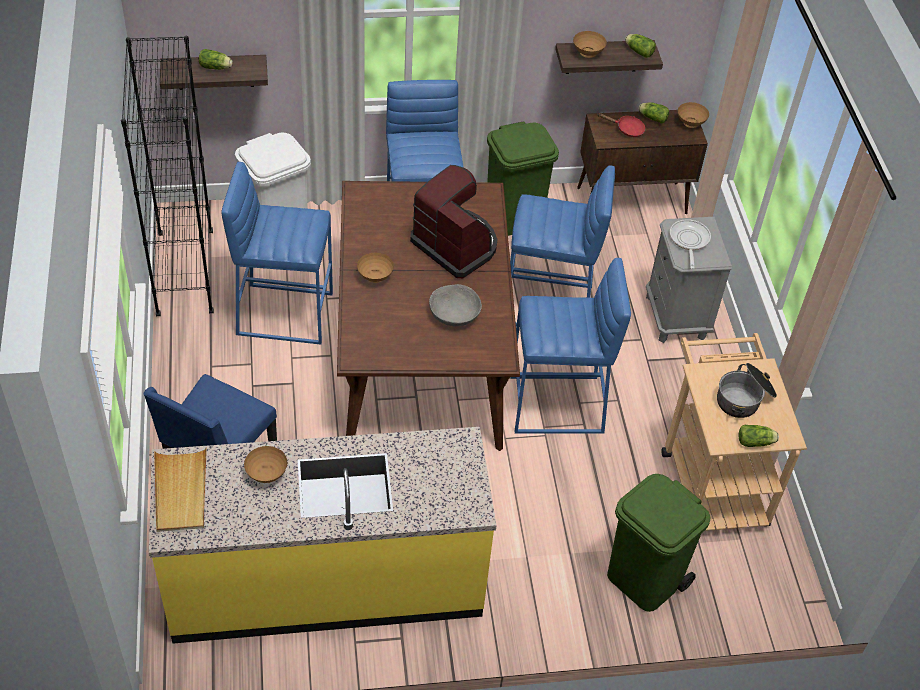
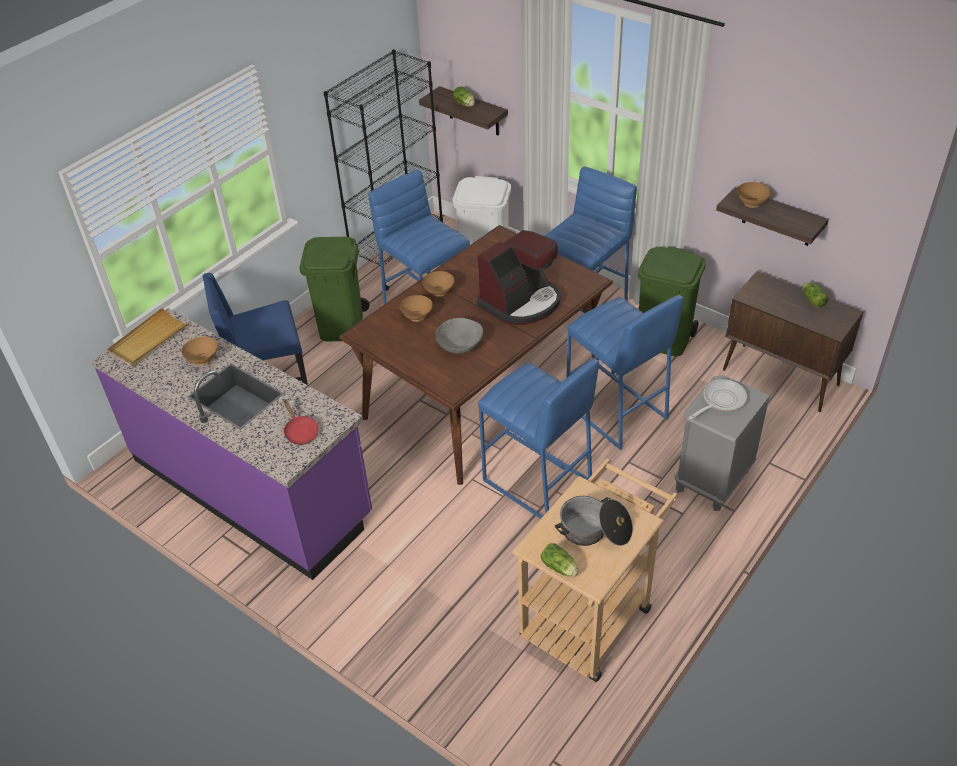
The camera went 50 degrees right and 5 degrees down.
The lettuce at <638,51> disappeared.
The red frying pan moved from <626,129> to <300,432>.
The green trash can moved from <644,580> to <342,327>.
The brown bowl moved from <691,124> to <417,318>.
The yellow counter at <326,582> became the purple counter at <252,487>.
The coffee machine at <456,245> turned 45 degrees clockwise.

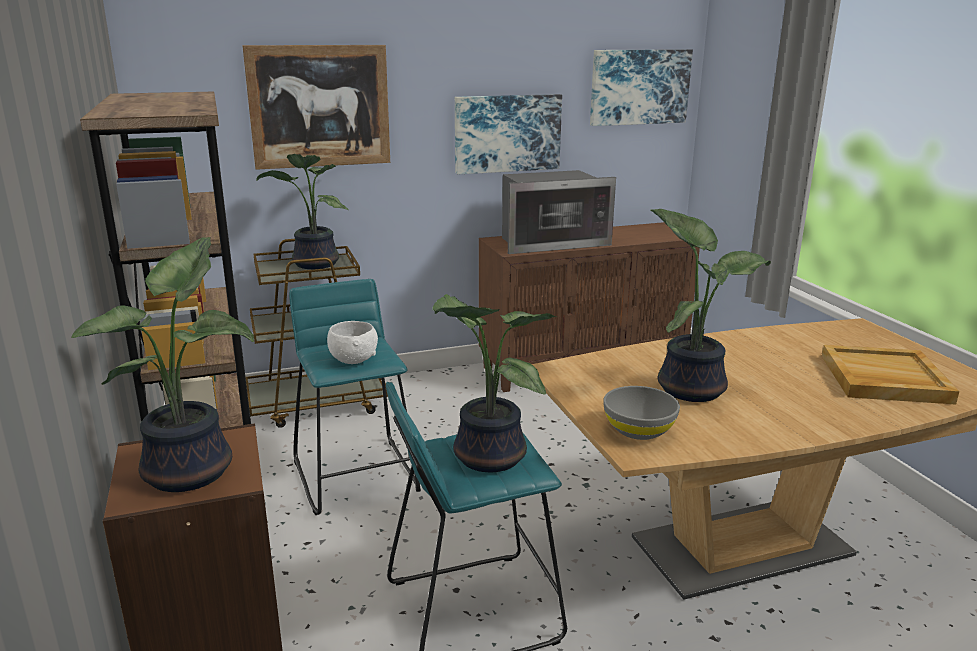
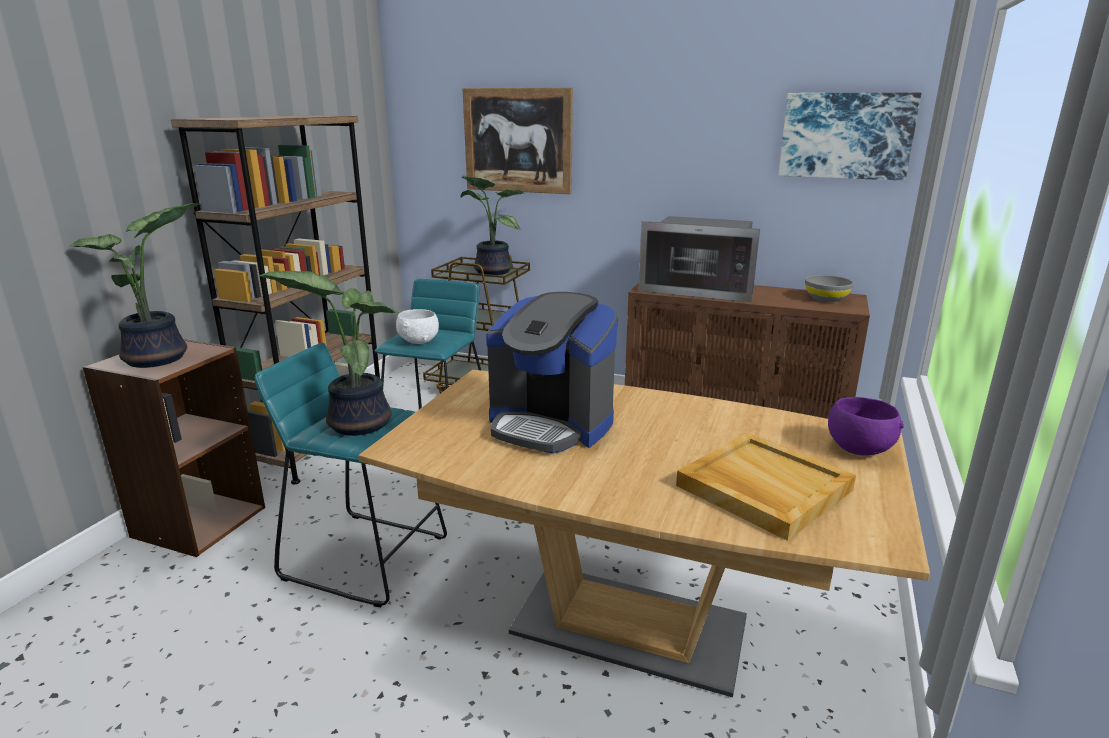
The camera went 40 degrees right and 0 degrees up.
The picture at <507,133> disappeared.
The purple bowl at <858,449> appeared.
The grey bowl moved from <638,430> to <826,299>.
The potted plant at <691,387> was replaced by the coffee machine at <551,425>.

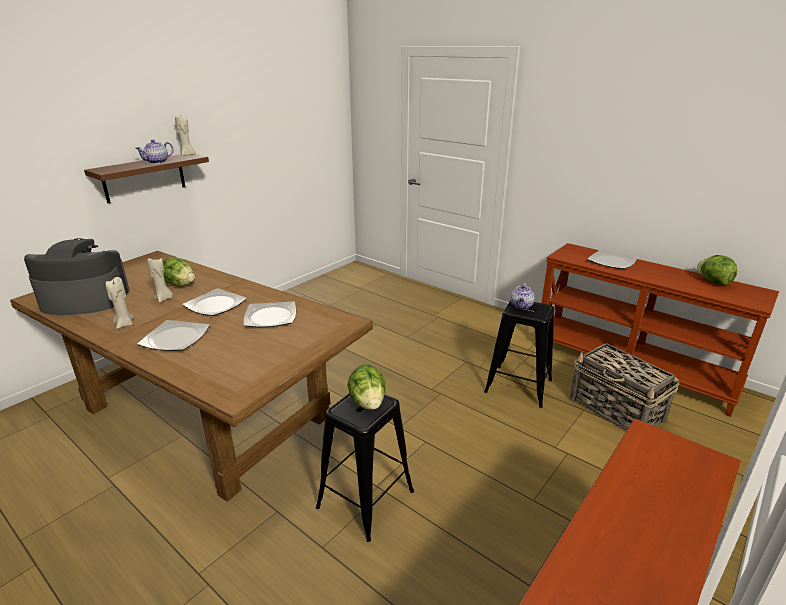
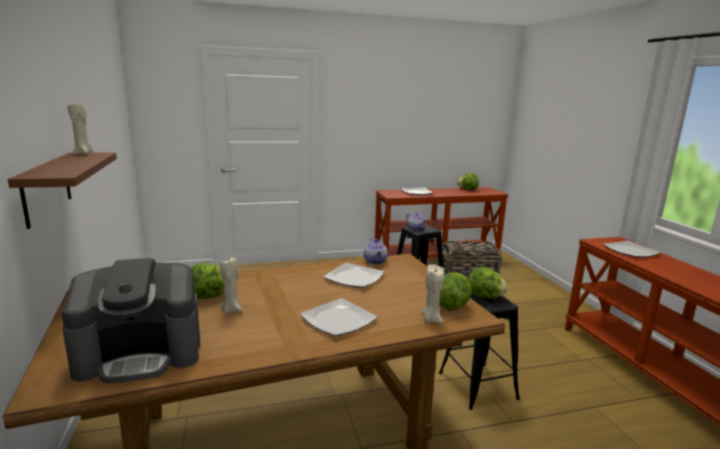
The camera went 55 degrees left and 10 degrees down.
The lettuce at <451,306> appeared.
The beige candle moved from <124,324> to <430,320>.
The teapot moved from <157,162> to <375,261>.
The plate moved from <216,305> to <630,251>.
The coffee machine at <85,300> turned 135 degrees counterclockwise.

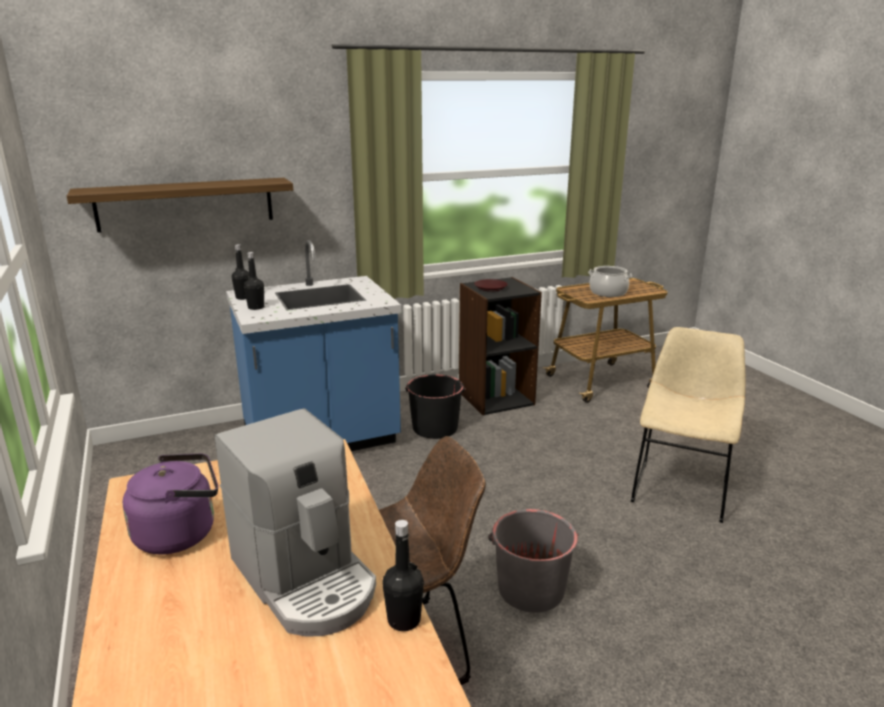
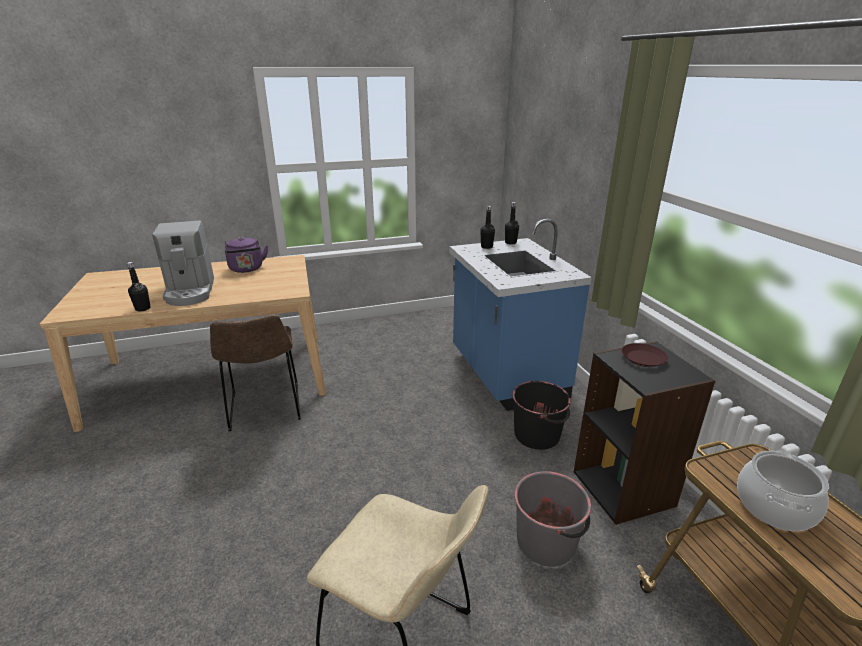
The camera went 95 degrees right and 5 degrees up.
The shelf at <186,204> disappeared.
The grey bucket moved from <530,589> to <547,542>.
The coffee machine at <305,579> turned 75 degrees counterclockwise.

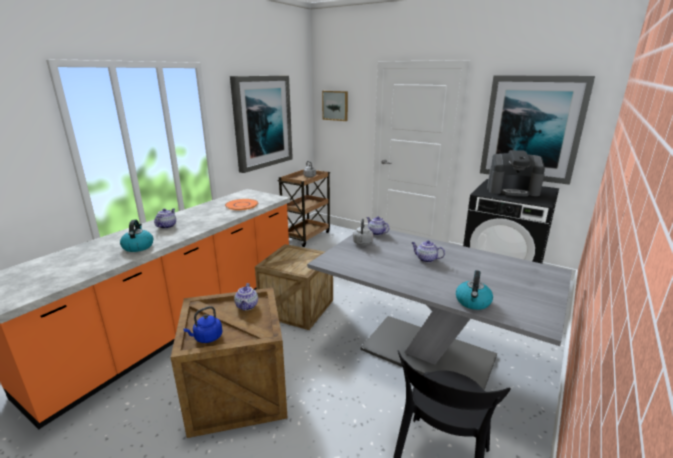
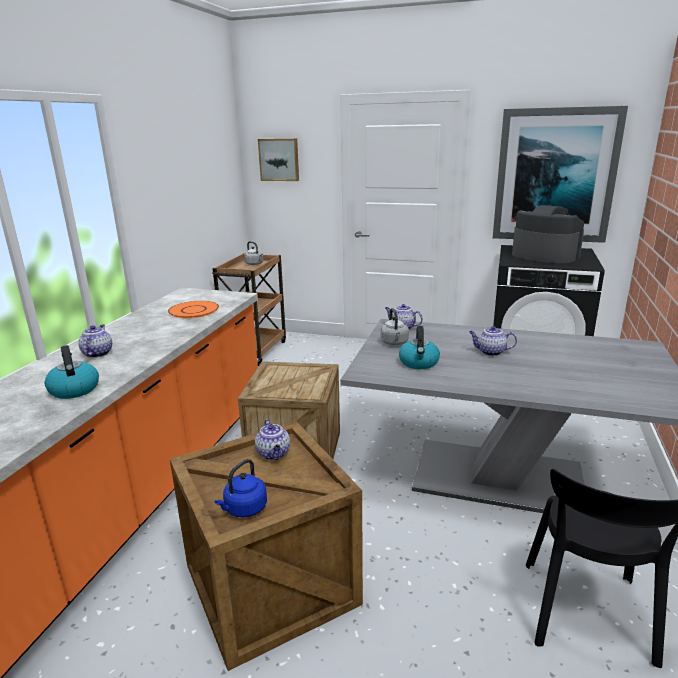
The camera went 15 degrees left and 0 degrees up.
The picture at <262,122> disappeared.
The kettle moved from <473,302> to <419,363>.
The coffee machine at <512,190> turned 135 degrees counterclockwise.

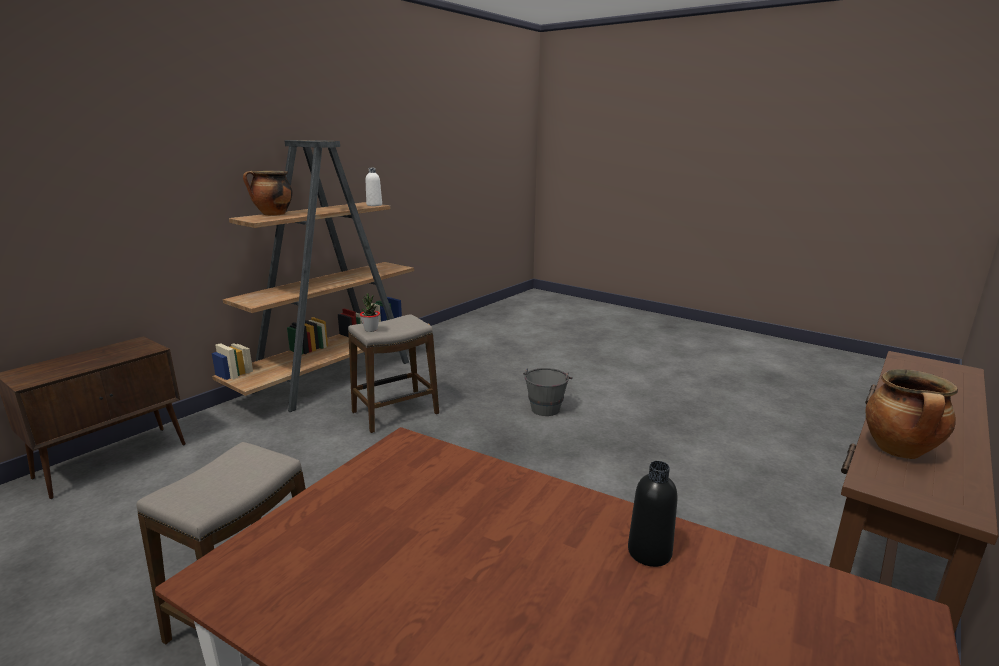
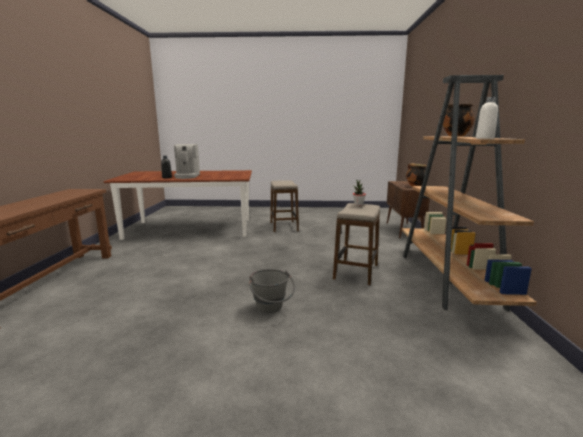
The camera went 145 degrees right and 5 degrees down.
The coffee machine at <187,176> appeared.
The cooking pot moved from <900,451> to <415,186>.

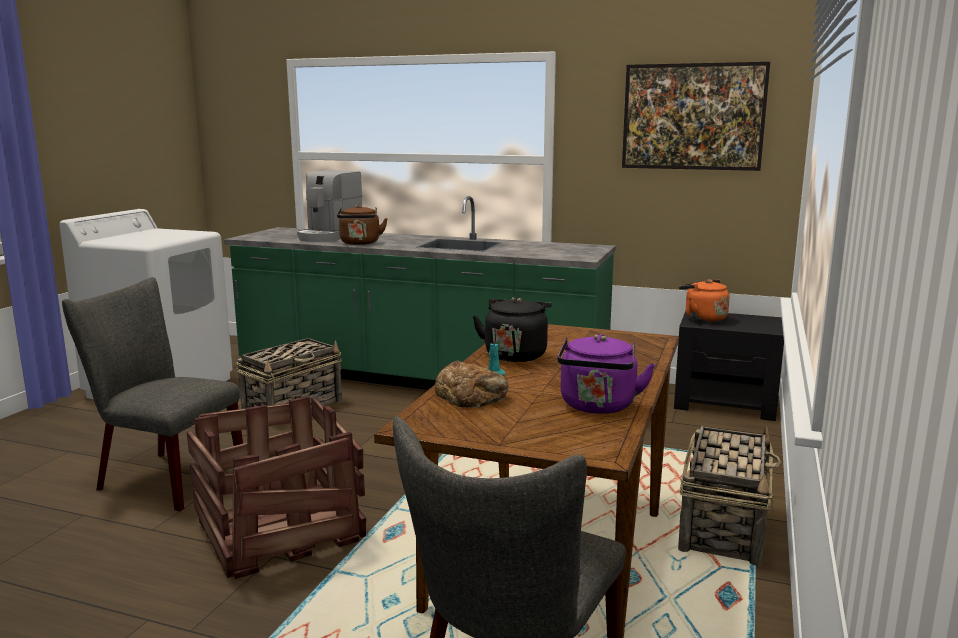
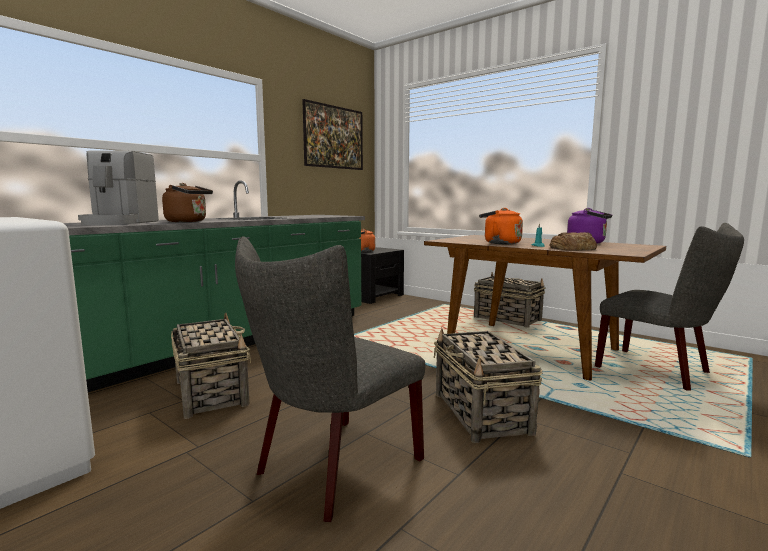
The camera went 70 degrees left and 5 degrees down.
The crate at <277,531> was replaced by the basket at <481,414>.
The black kettle at <515,354> became the orange kettle at <499,243>.
The coffee machine at <329,236> turned 45 degrees clockwise.

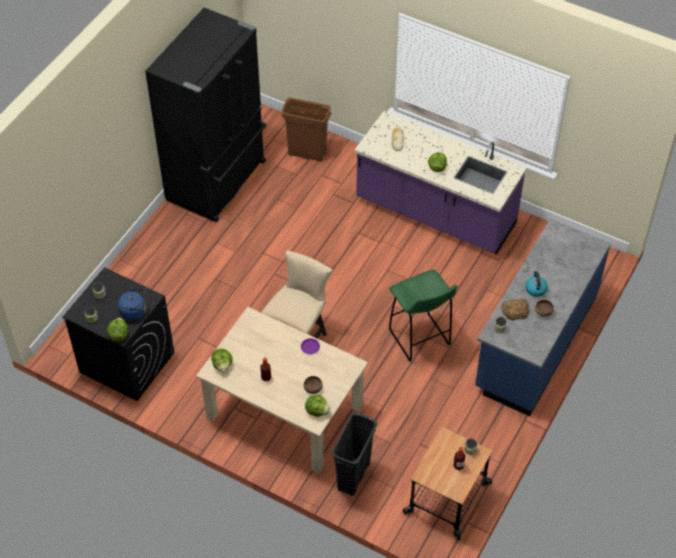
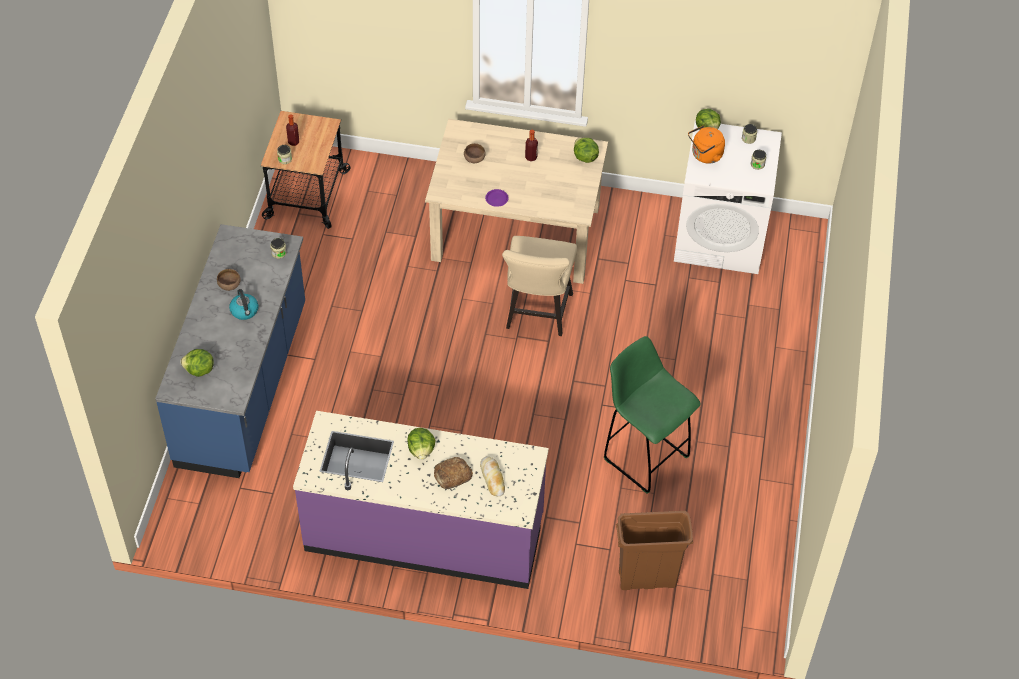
The camera went 160 degrees right and 0 degrees up.
The black fridge at <218,181> disappeared.
The black trash can at <353,476> disappeared.
The lettuce moved from <317,411> to <199,370>.
The green stool moved from <420,339> to <644,456>.
The bread moved from <515,310> to <452,475>.
The black washing machine at <126,362> became the white washing machine at <720,238>.
The blue kettle at <135,312> became the orange kettle at <705,156>.

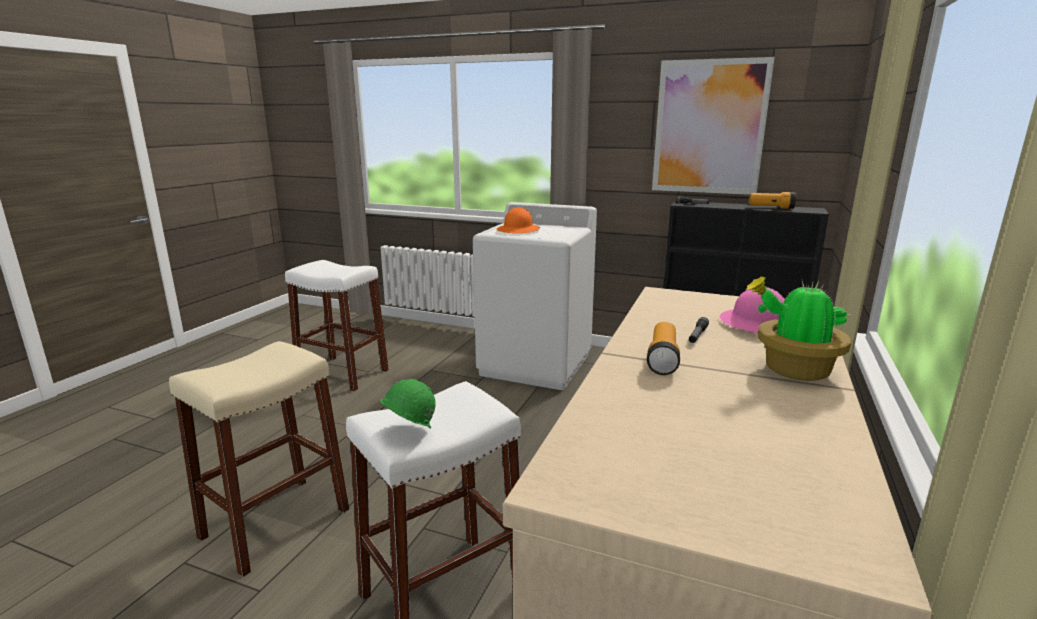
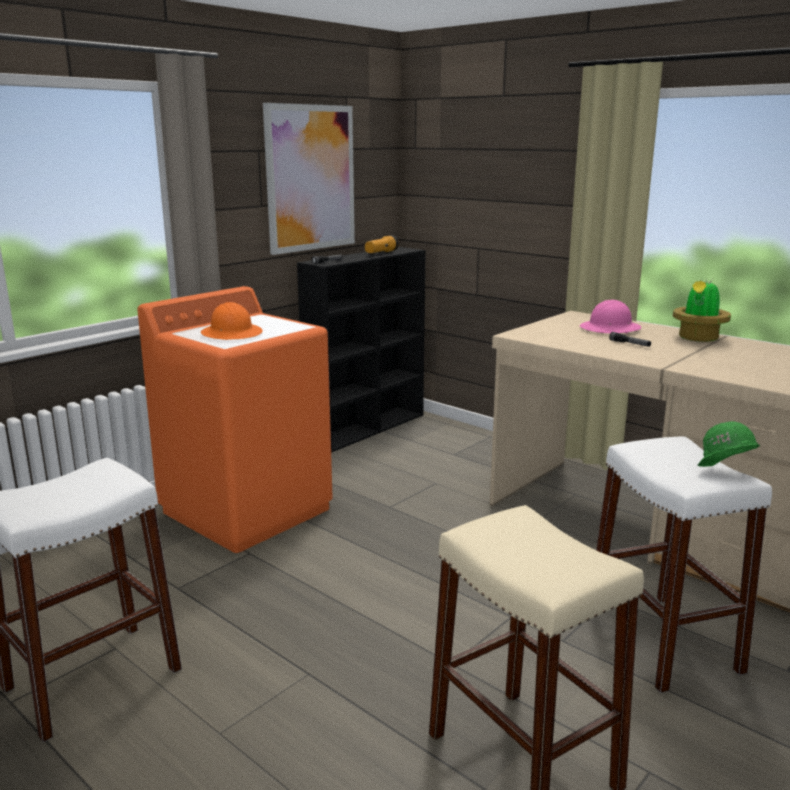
The camera went 70 degrees left and 0 degrees up.
The flashlight at <662,359> disappeared.
The white washing machine at <536,365> became the orange washing machine at <247,510>.

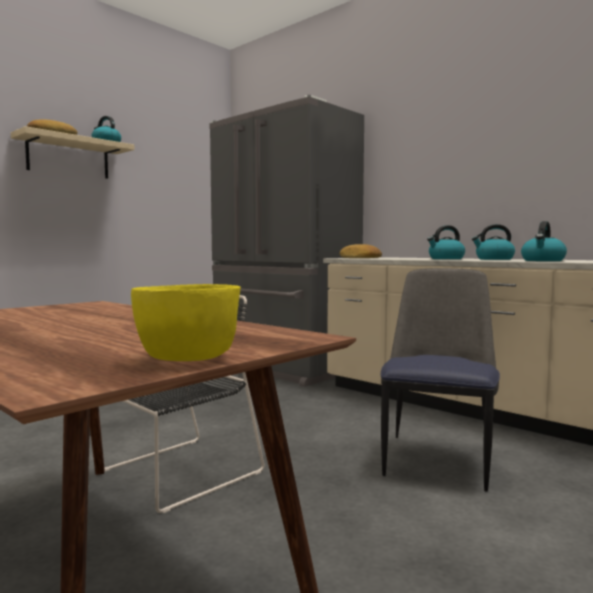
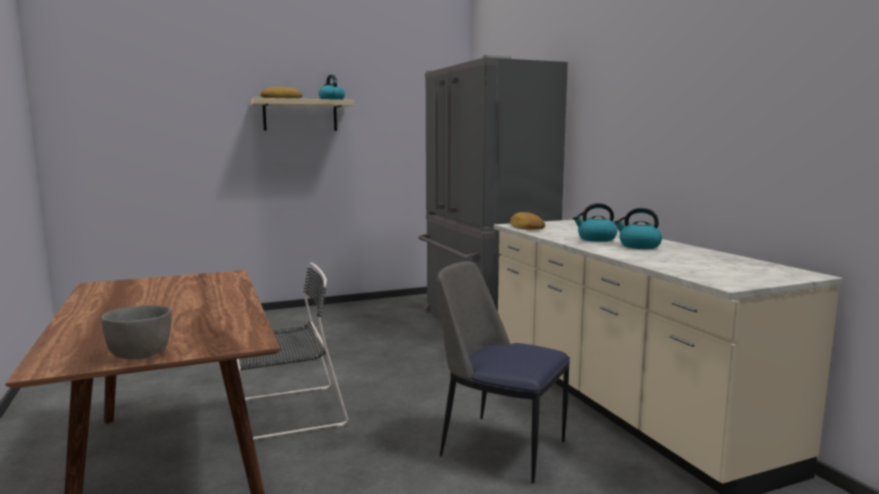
The camera went 25 degrees right and 5 degrees up.
The kettle at <543,260> disappeared.
The yellow bowl at <187,358> became the grey bowl at <141,354>.
The chair at <438,459> turned 105 degrees counterclockwise.

